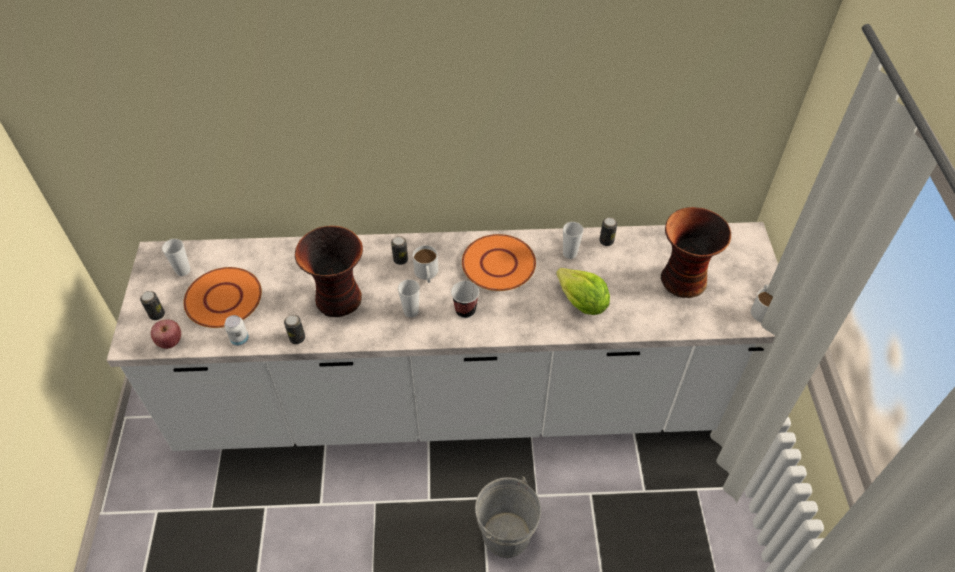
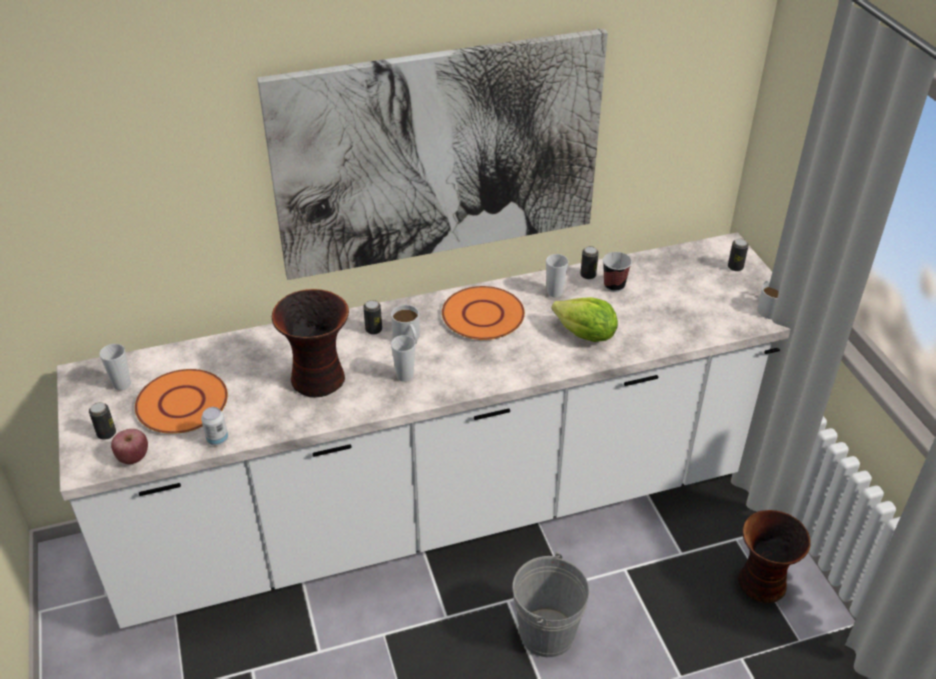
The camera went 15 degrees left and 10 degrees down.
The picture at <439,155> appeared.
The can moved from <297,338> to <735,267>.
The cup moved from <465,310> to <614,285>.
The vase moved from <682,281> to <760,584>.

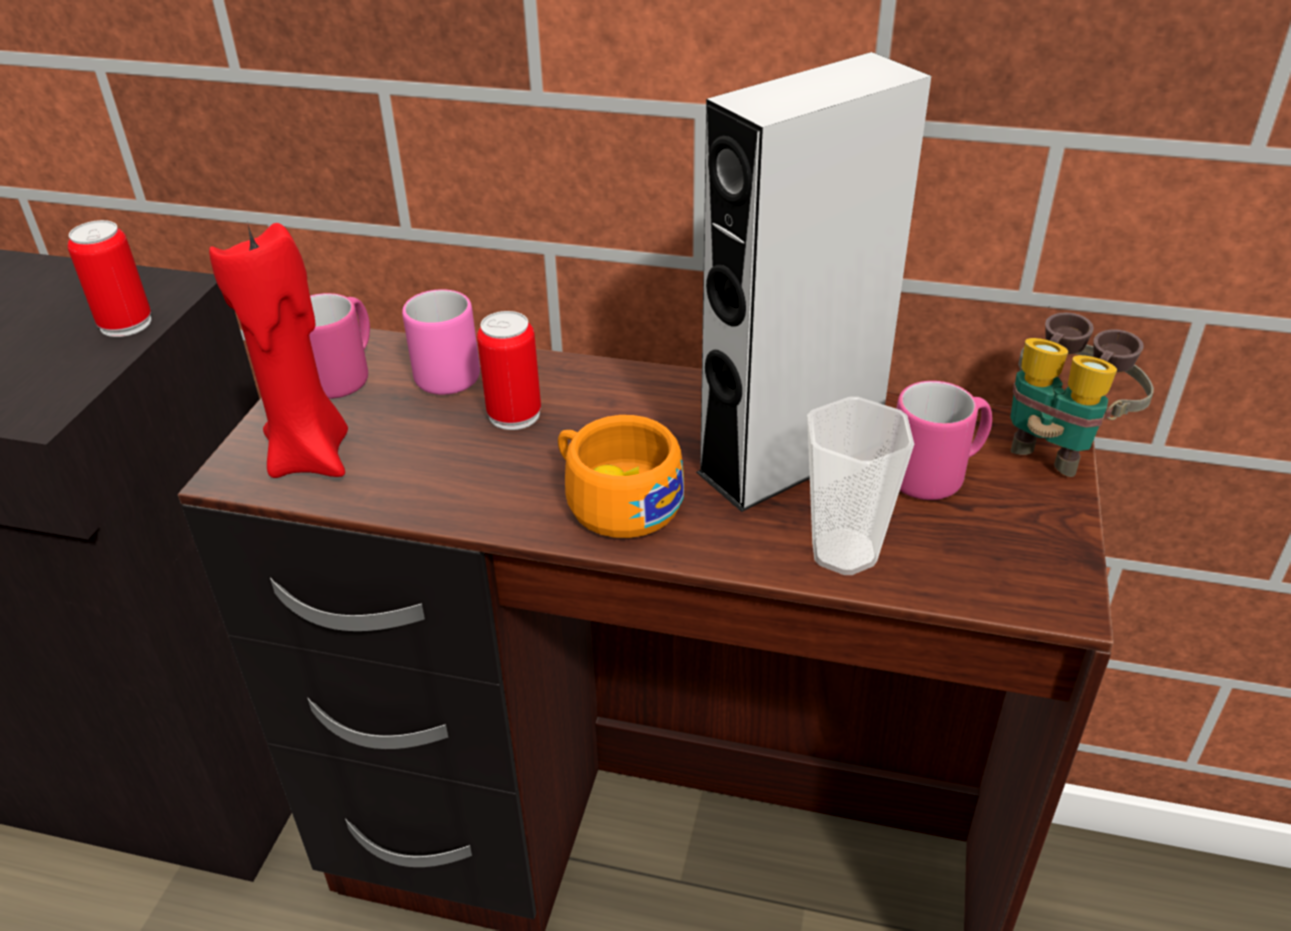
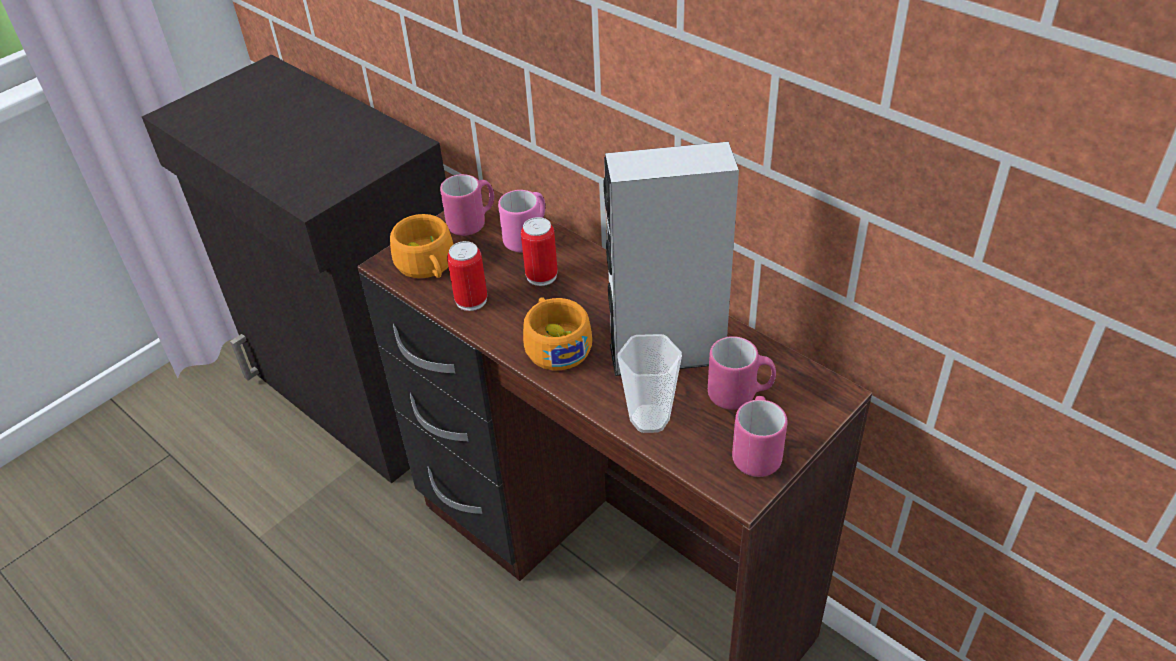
The camera went 30 degrees right and 5 degrees up.
The binoculars at <1058,444> disappeared.
The pink mug at <756,452> appeared.
The can moved from <125,323> to <471,300>.
The red candle at <311,456> was replaced by the orange cup at <427,266>.

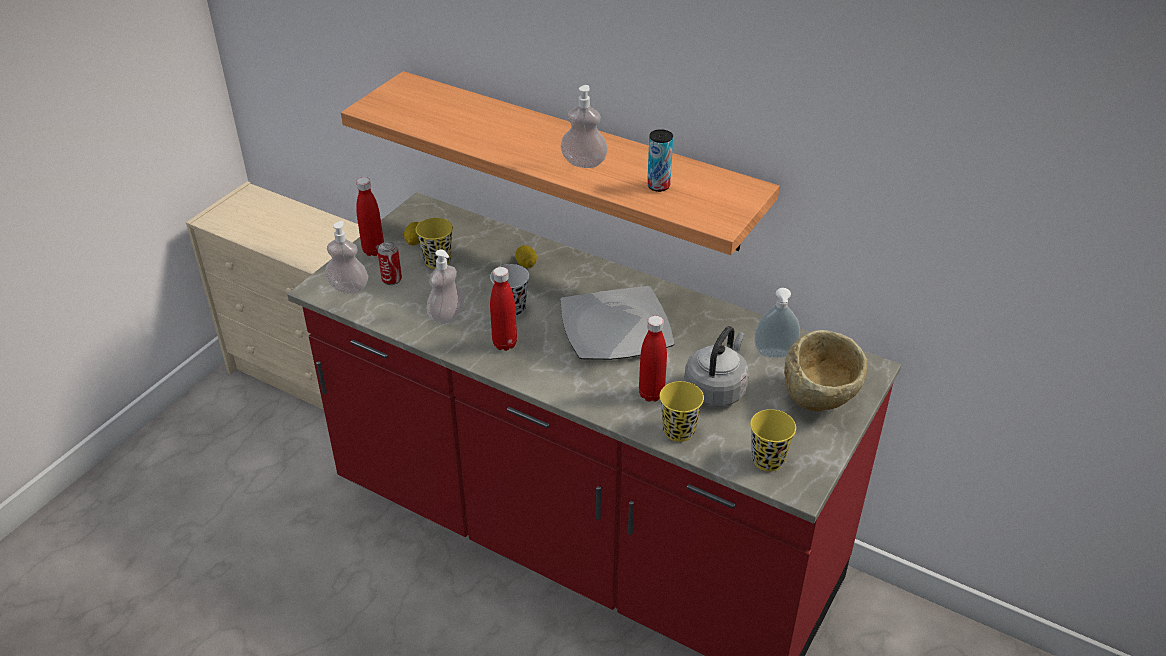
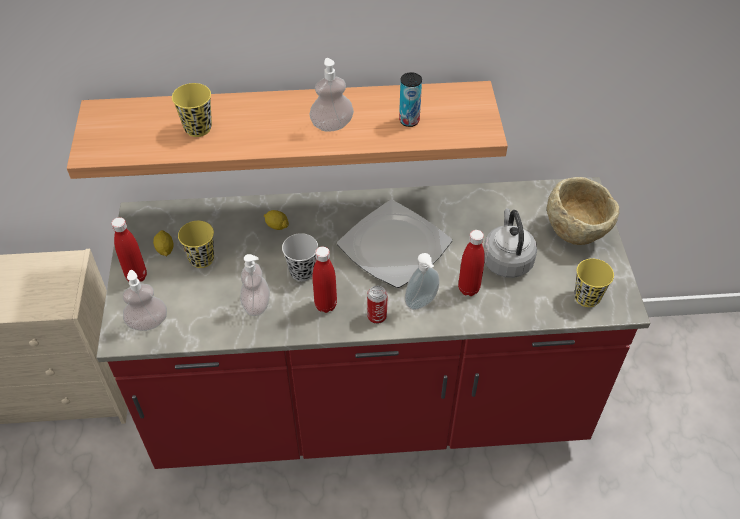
The camera went 35 degrees left and 10 degrees up.
The can moved from <391,280> to <377,316>.
The yellow cup moved from <679,431> to <198,128>.
The soap dispenser moved from <774,355> to <422,304>.

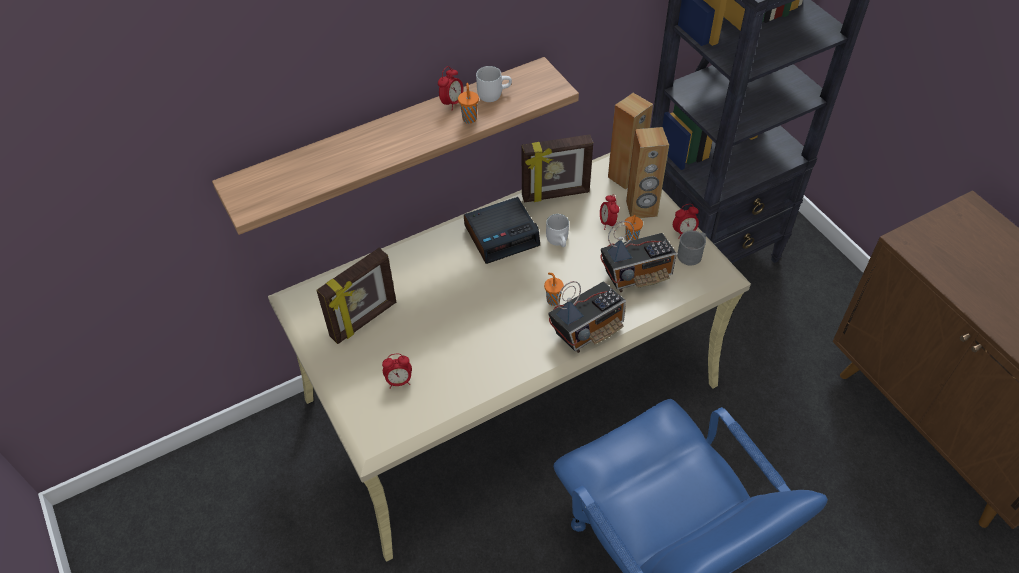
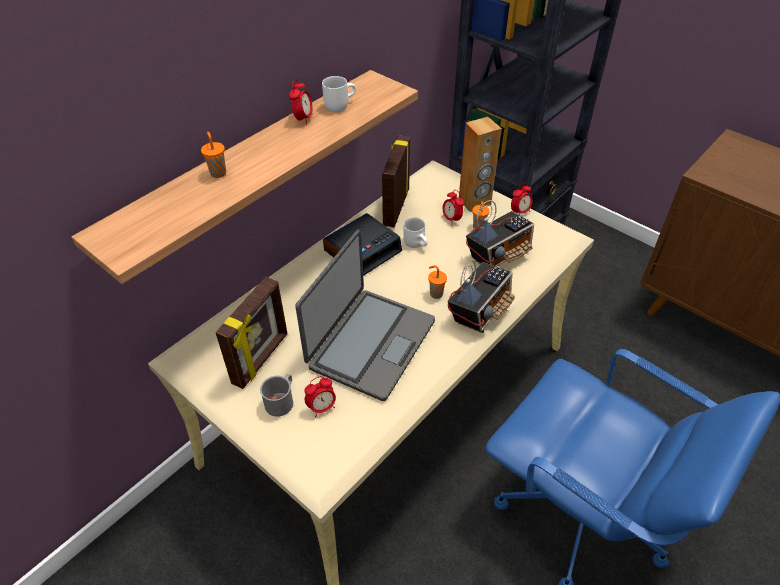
The camera went 20 degrees left and 5 degrees down.
The brown speaker at <625,177> disappeared.
The laptop at <370,343> appeared.
The orange cup moved from <469,118> to <218,173>.
The grey mug moved from <692,253> to <281,400>.
The picture frame at <555,194> turned 135 degrees clockwise.

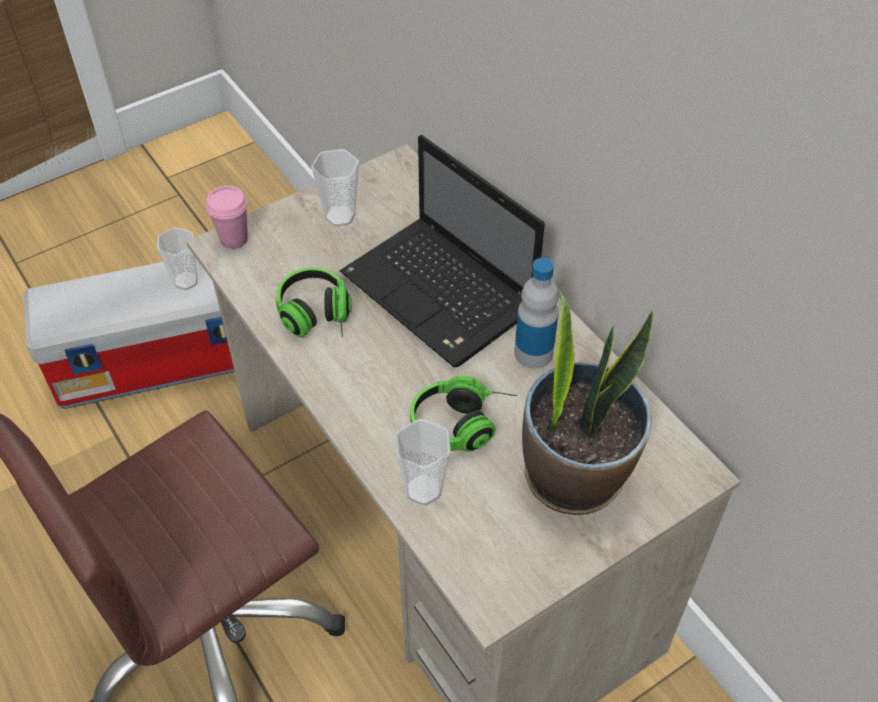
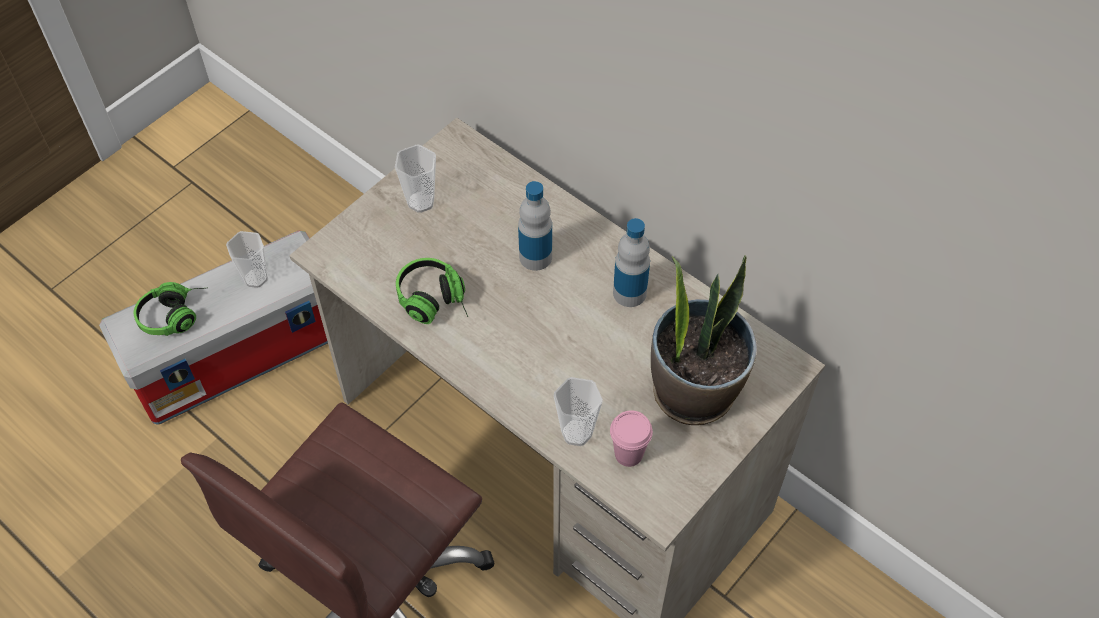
The camera went 15 degrees left and 5 degrees up.
The pink cup moved from <234,239> to <628,454>.
The headphones moved from <464,424> to <176,315>.
The laptop at <442,294> was replaced by the bottle at <535,257>.

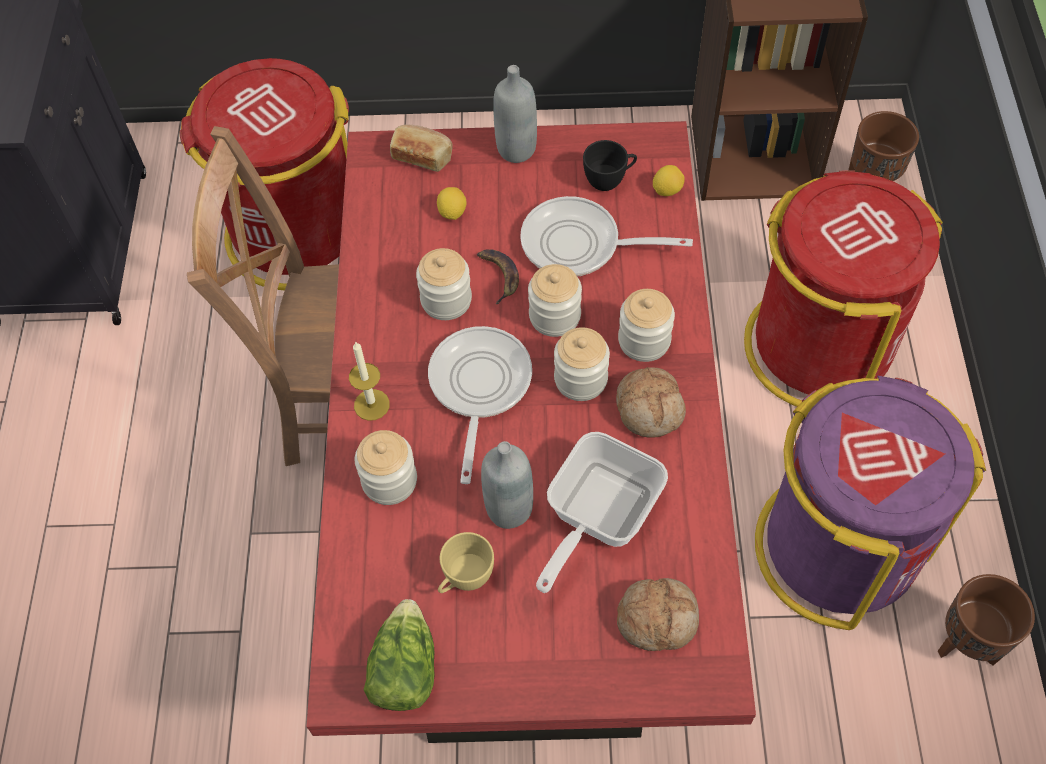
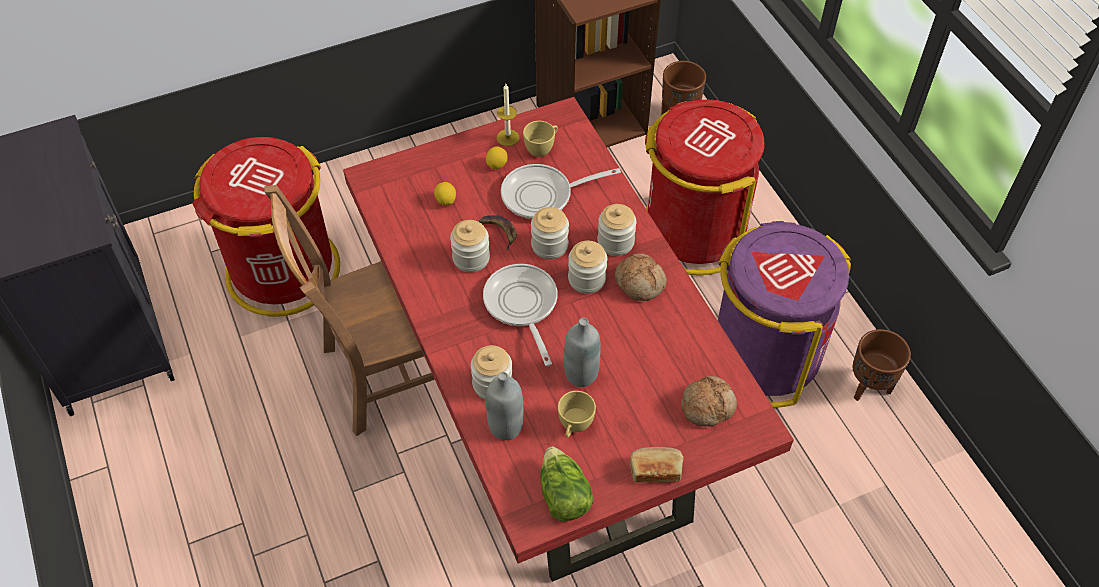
The camera went 25 degrees left and 5 degrees down.
The frying pan at <596,517> disappeared.
The candle moved from <371,405> to <508,137>.
The bread moved from <422,155> to <655,470>.
The grey bottle moved from <516,149> to <506,427>.
The lemon moved from <667,190> to <496,165>.
The black cup at <609,180> became the yellow cup at <542,148>.

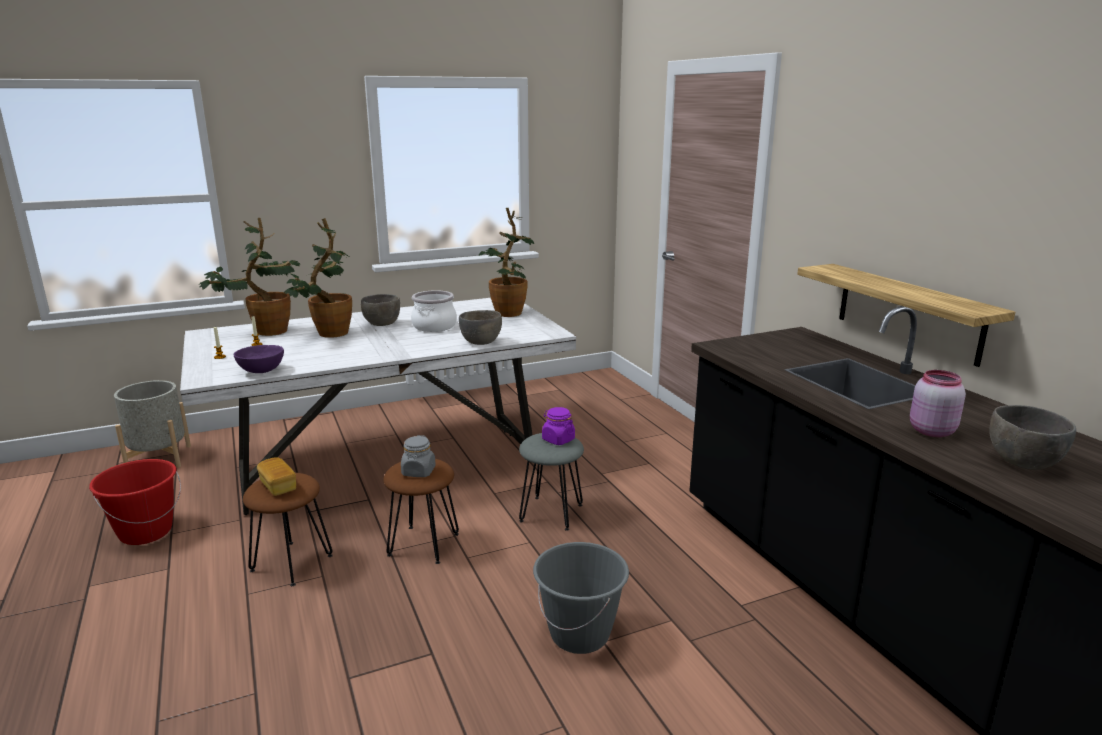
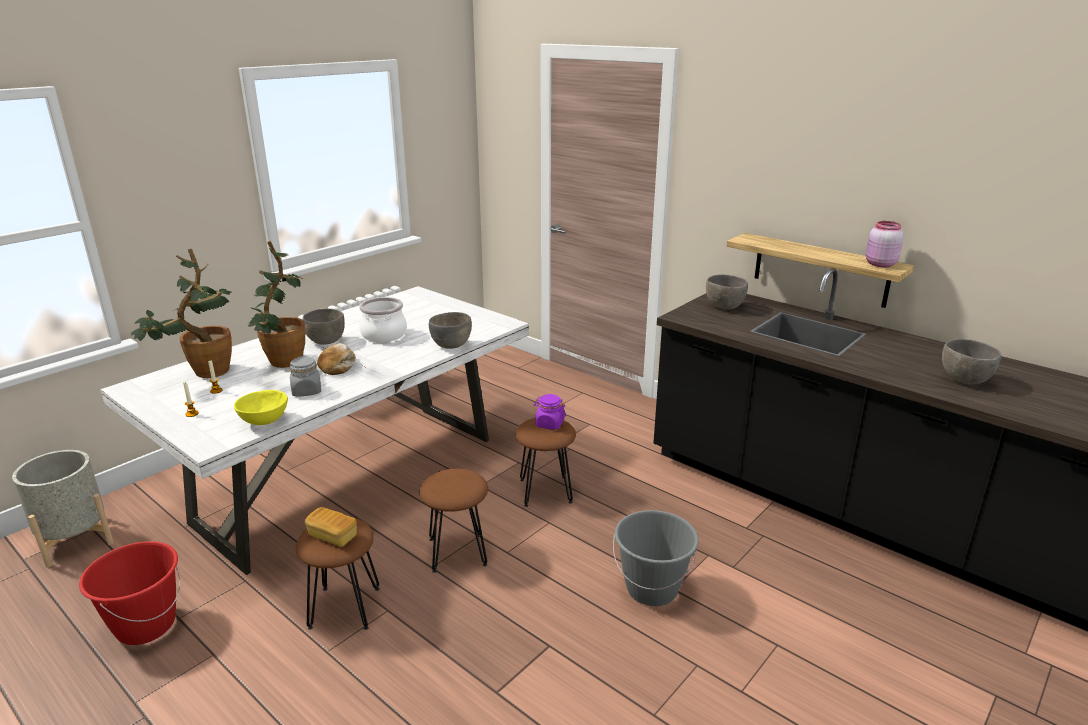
The camera went 25 degrees left and 5 degrees up.
The potted plant at <508,315> disappeared.
The bread at <337,365> appeared.
The grey bowl at <724,306> appeared.
The grey jar moved from <418,472> to <307,391>.
The pink jar moved from <930,431> to <879,264>.
The purple bowl at <261,371> became the yellow bowl at <263,421>.
The grey stool at <551,513> became the brown stool at <545,491>.

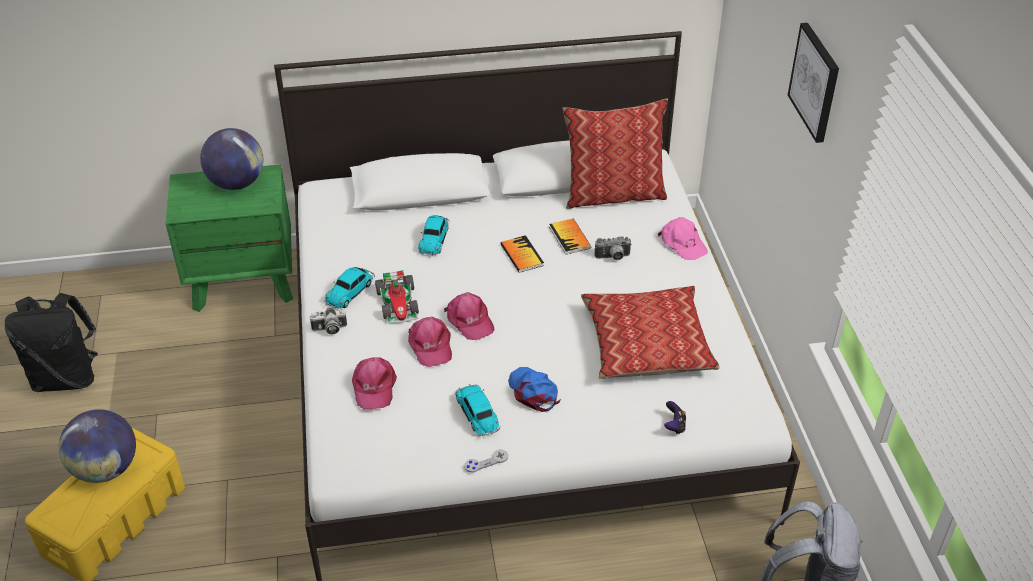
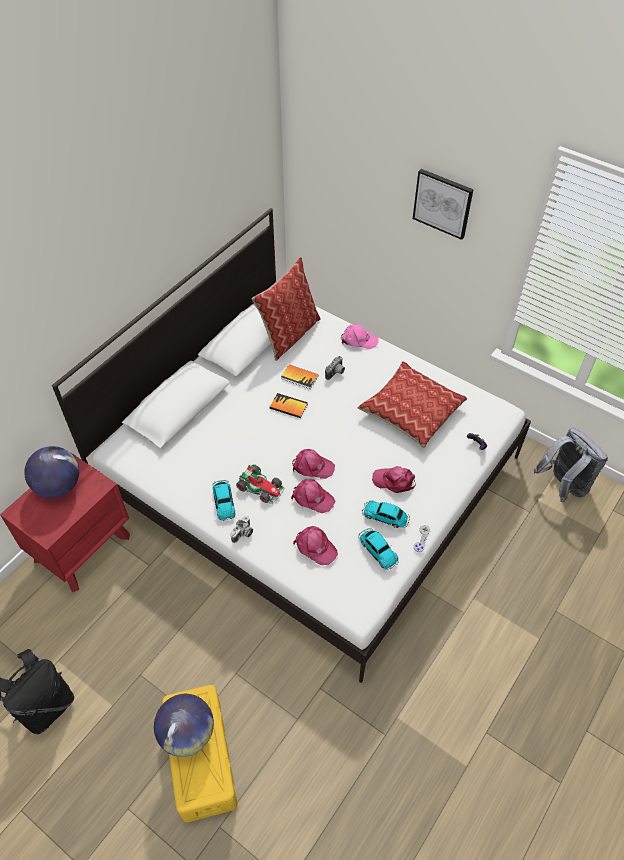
The camera went 45 degrees left and 10 degrees up.
The toy car moved from <434,238> to <377,550>.
The green nightstand at <244,281> became the red nightstand at <82,547>.
The blue cap at <533,391> became the pink cap at <394,481>.

